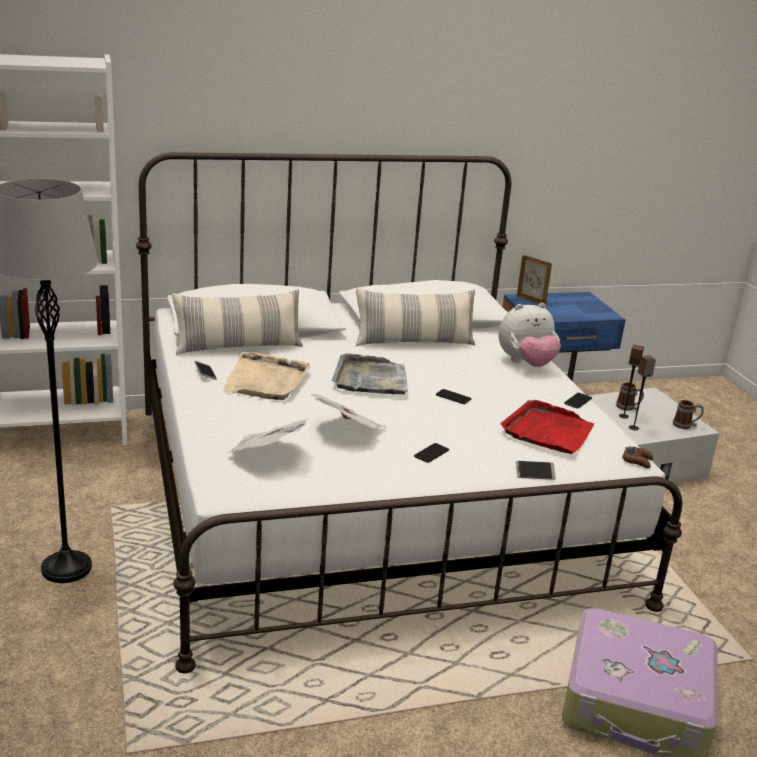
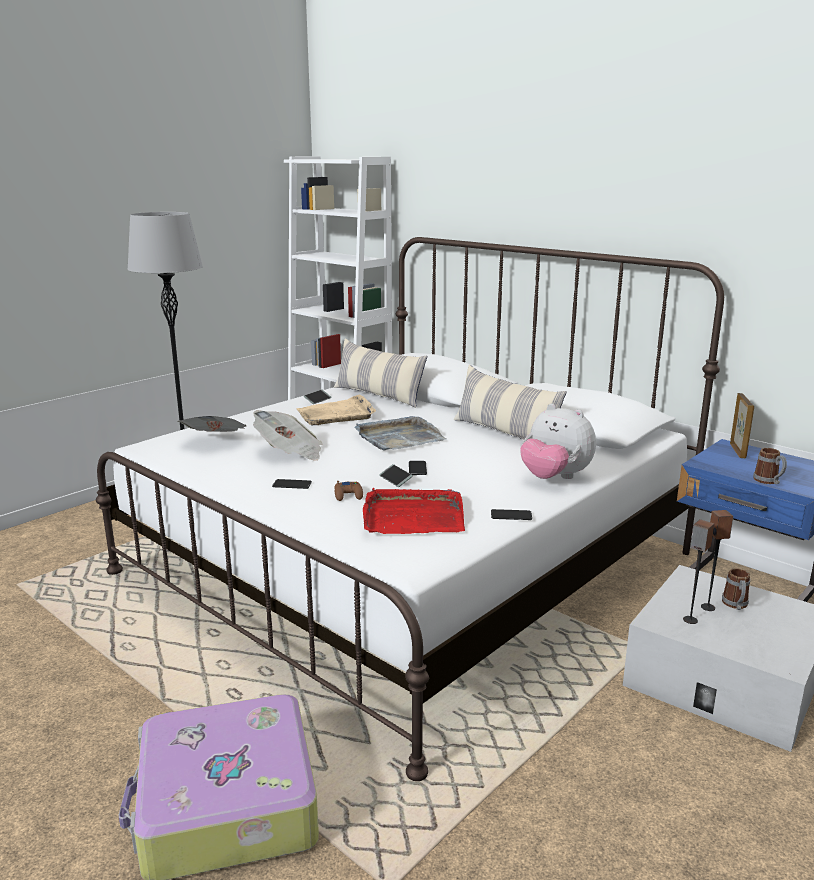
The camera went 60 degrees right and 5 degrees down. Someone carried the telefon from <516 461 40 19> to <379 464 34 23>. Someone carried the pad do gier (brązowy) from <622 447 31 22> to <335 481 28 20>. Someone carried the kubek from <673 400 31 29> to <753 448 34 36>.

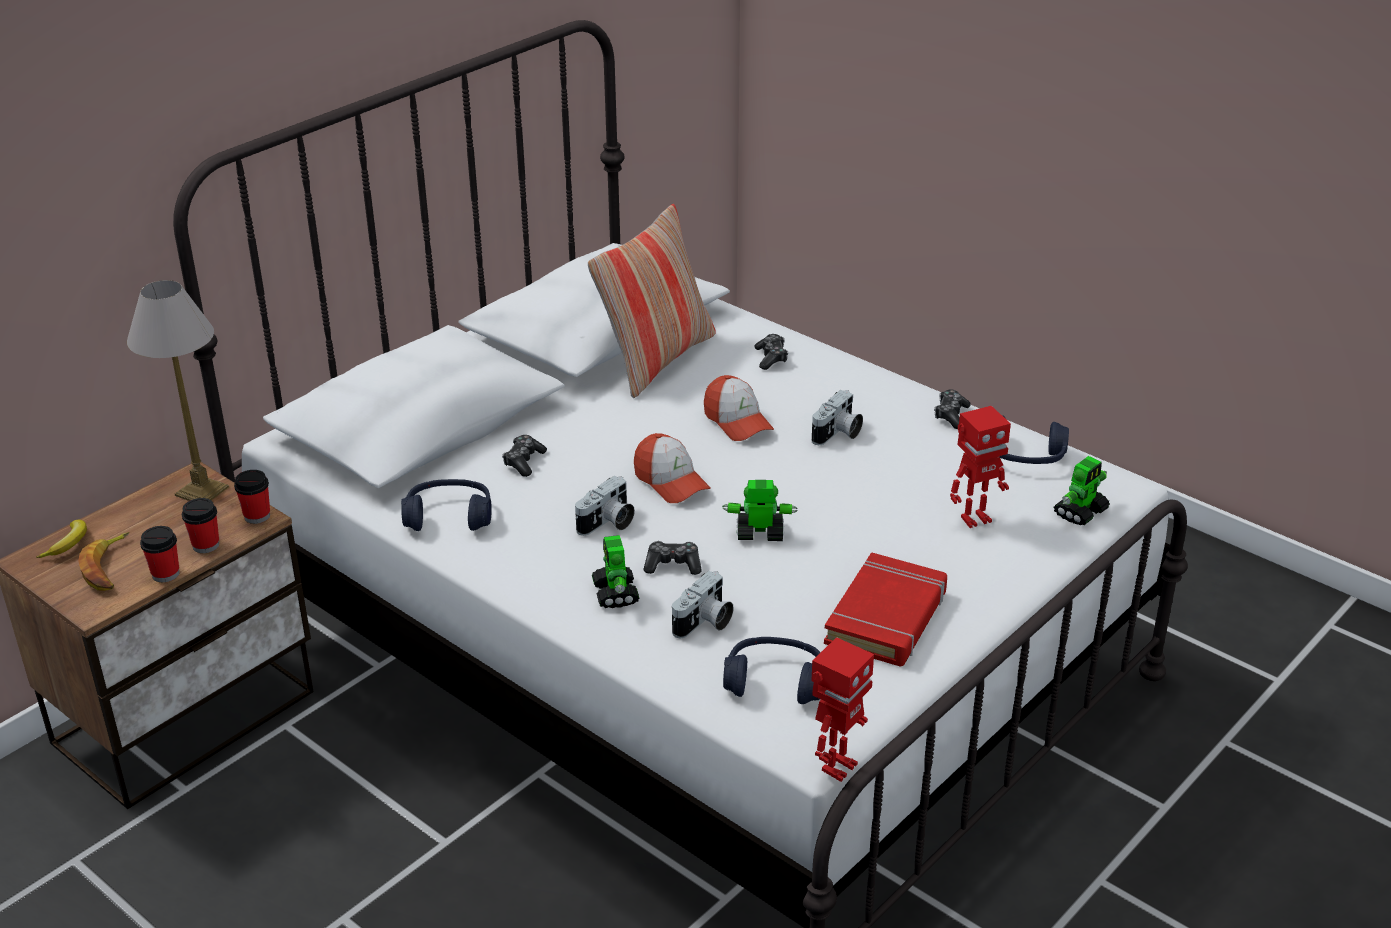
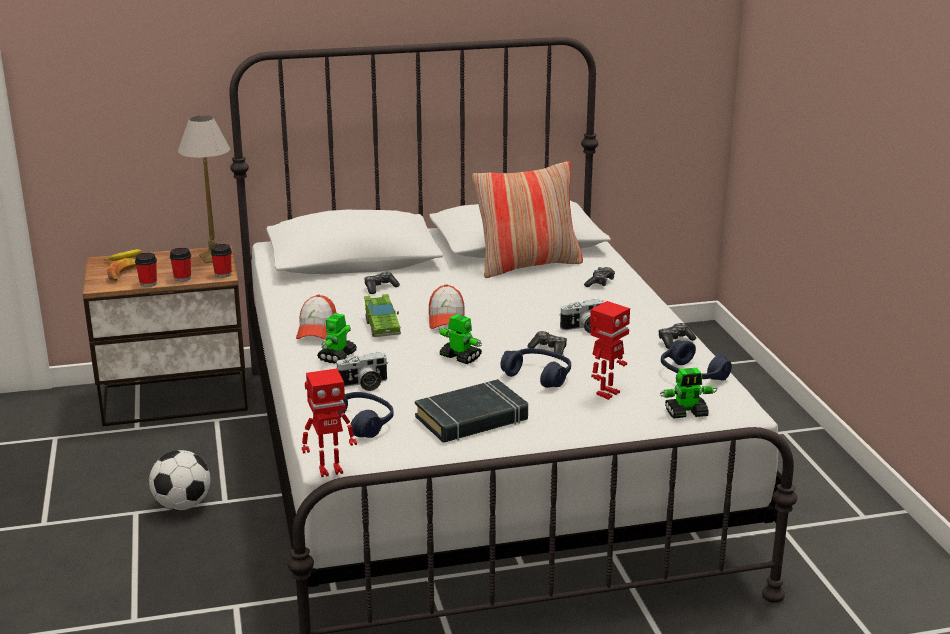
The camera went 35 degrees right and 10 degrees down. Someone put down the piłka futbolowa at <149 450 62 61>. Someone carried the słuchawki (niebieski) from <401 479 91 52> to <500 348 71 40>. Someone carried the pad do gier from <644 541 58 34> to <527 331 40 24>. Someone carried the czapka z daszkiem from <704 375 70 66> to <296 294 41 46>. Someone swapped the aparat fotograficzny at <575 476 60 60> for the samochodzik (zielony) at <364 294 37 43>. Someone repainted the książka (czerwony) at <824 552 123 115>, which became the książka (czarny) at <415 379 113 64>. Someone rotated the robot zabawkowy at <950 406 61 122> by 60 degrees counterclockwise.

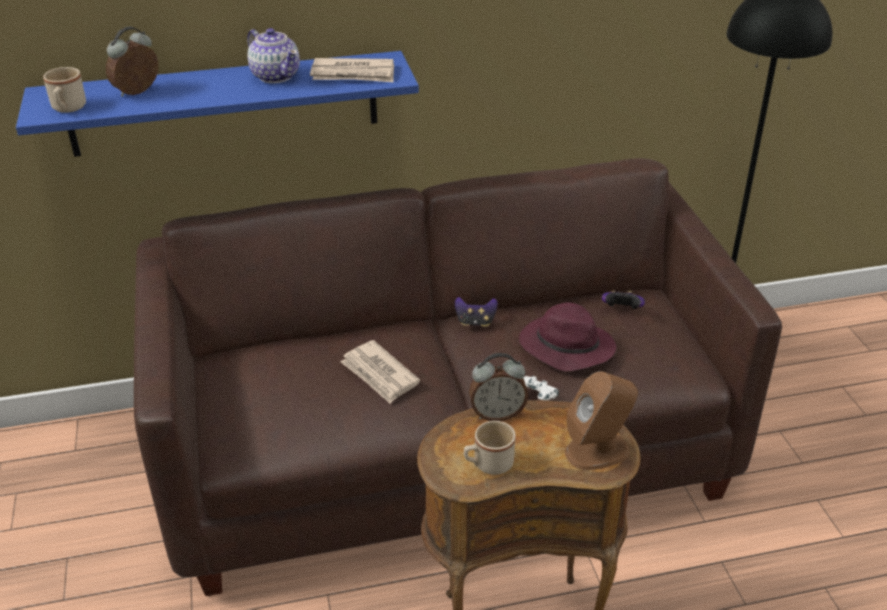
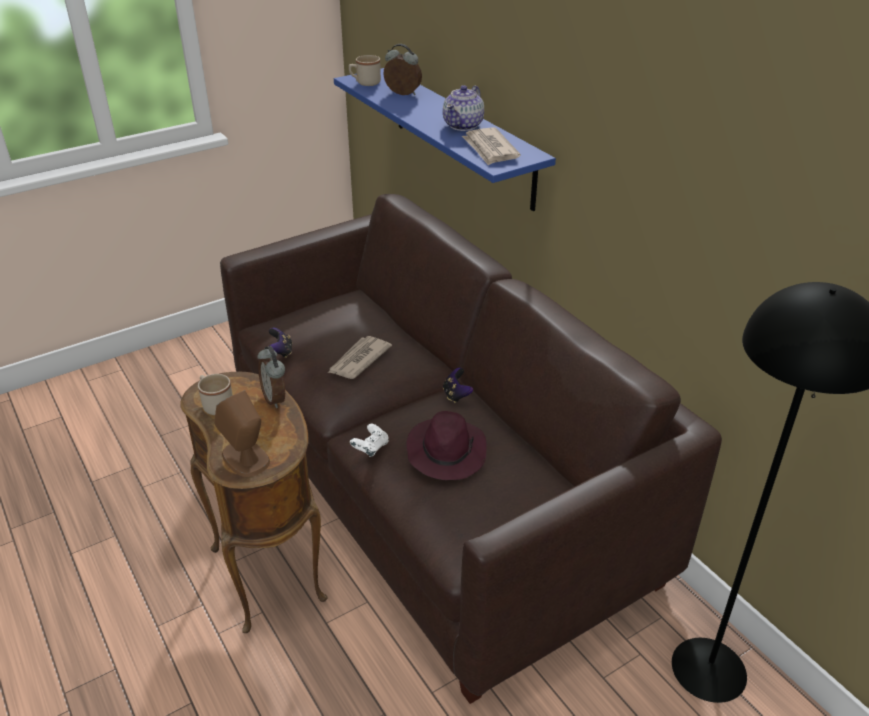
The camera went 70 degrees right and 0 degrees up. Someone carried the pad do gier from <602 291 43 18> to <269 328 23 30>.

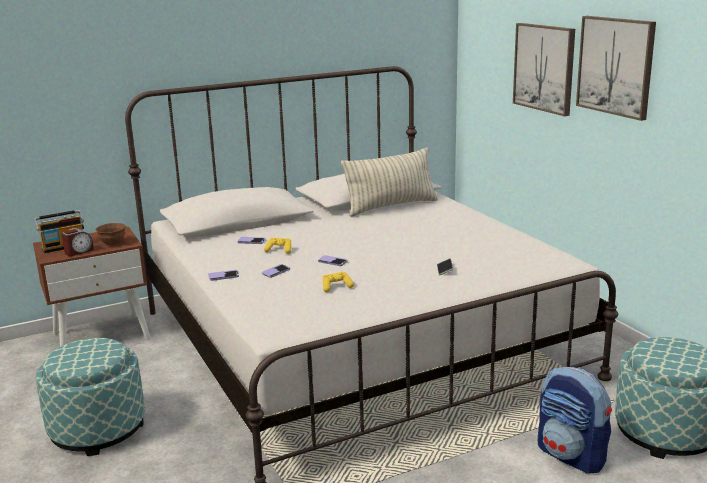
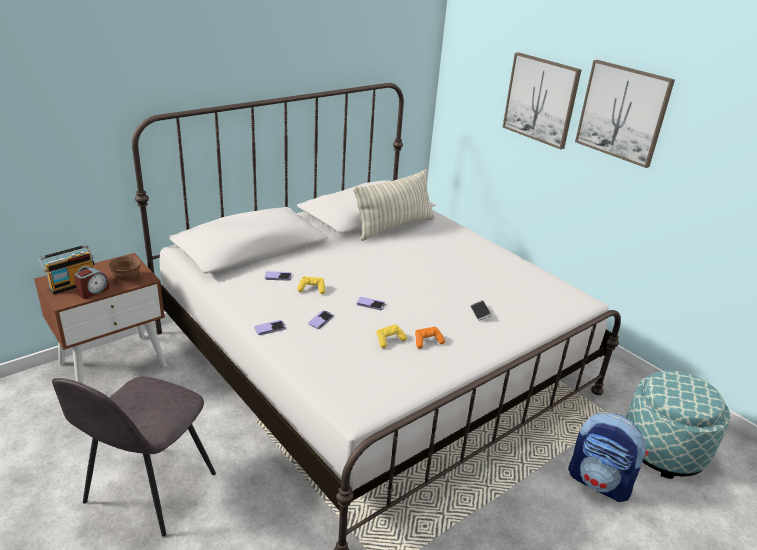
The camera went 15 degrees left and 10 degrees up. Someone put down the pad do gier (pomarańczowy) at <415 327 30 22>. Someone swapped the pufa at <36 338 109 118> for the krzesło (szary) at <52 376 164 161>.

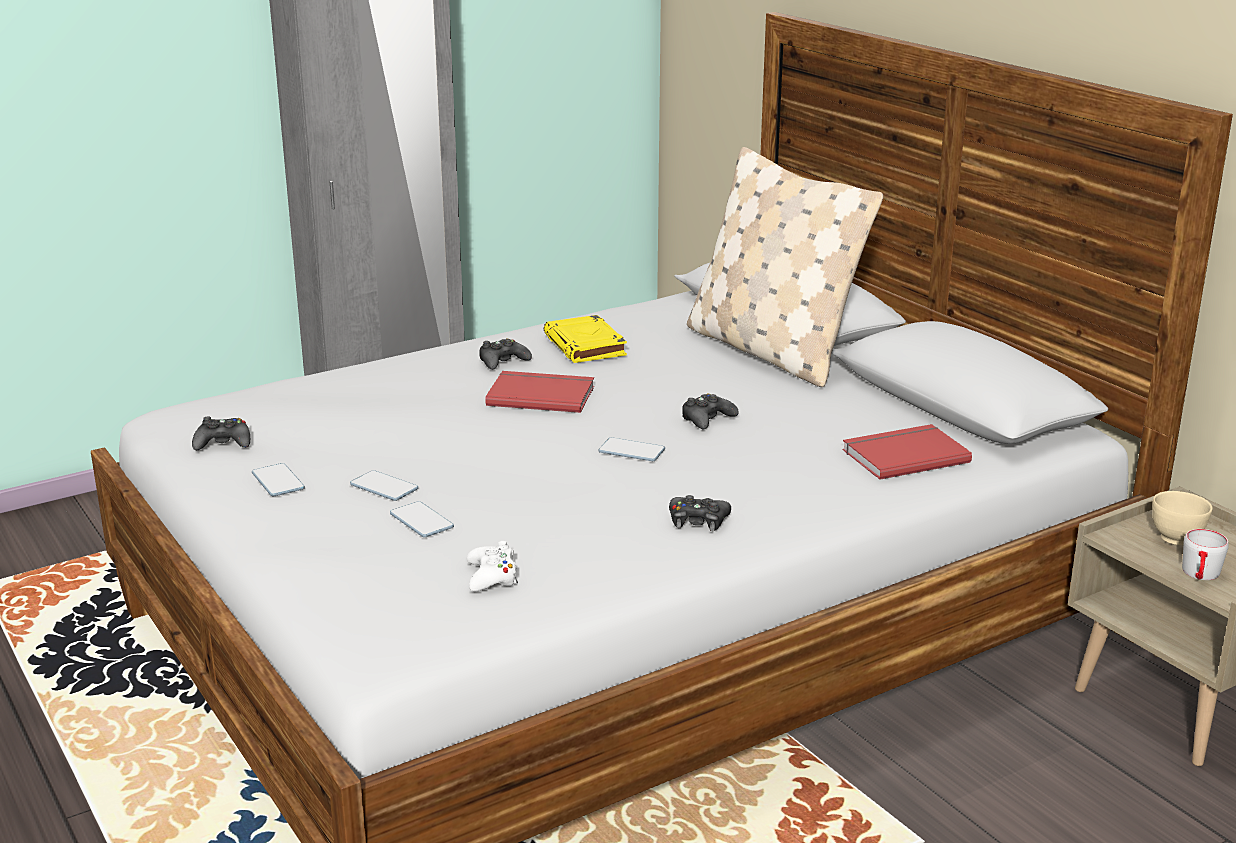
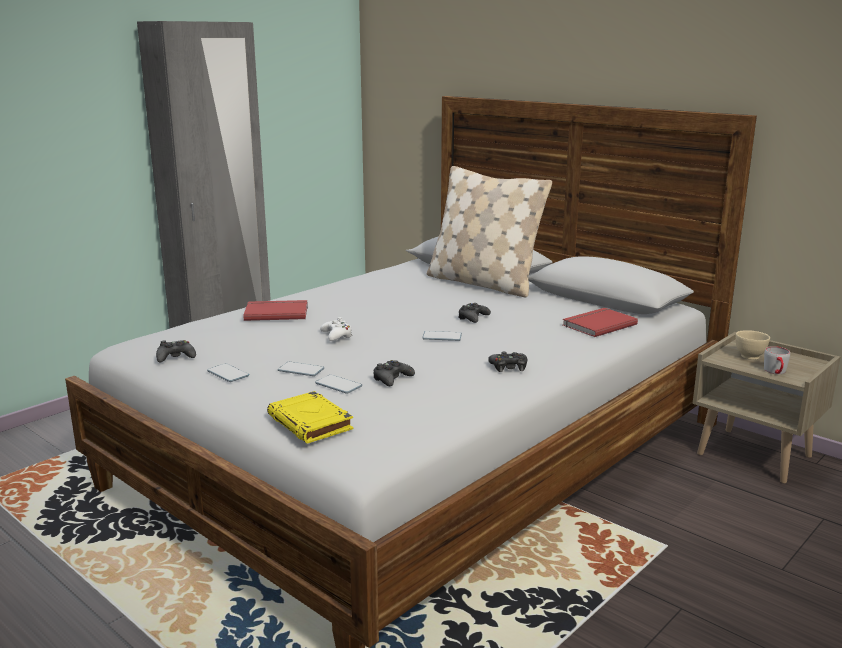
The camera went 15 degrees left and 5 degrees down. Someone carried the pad do gier (biały) from <467 541 51 50> to <320 317 32 24>. Someone carried the pad do gier (czarny) from <479 338 53 32> to <373 360 42 26>. Someone carried the książka (czerwony) from <485 371 109 42> to <243 300 65 21>. Someone carried the książka (żółty) from <544 315 83 48> to <267 391 86 53>.

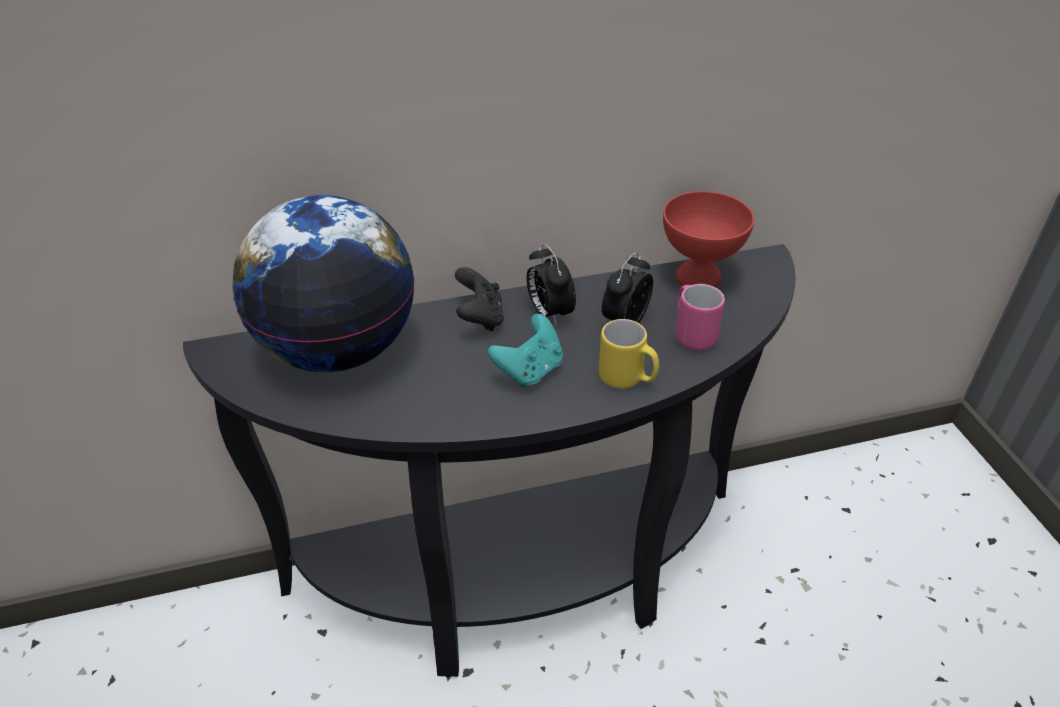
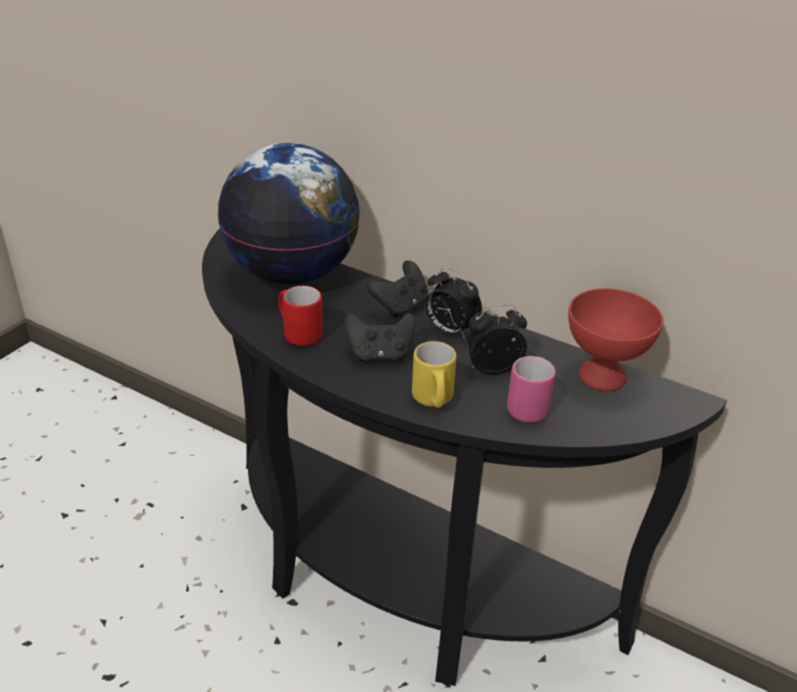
The camera went 45 degrees right and 5 degrees down. Someone put down the kubek (czerwony) at <278 286 45 60>. Someone repainted the pad do gier (turkusowy) at <488 314 75 74>, which became the pad do gier (czarny) at <344 313 72 48>. Someone rotated the budzik at <526 243 50 83> by 75 degrees counterclockwise.

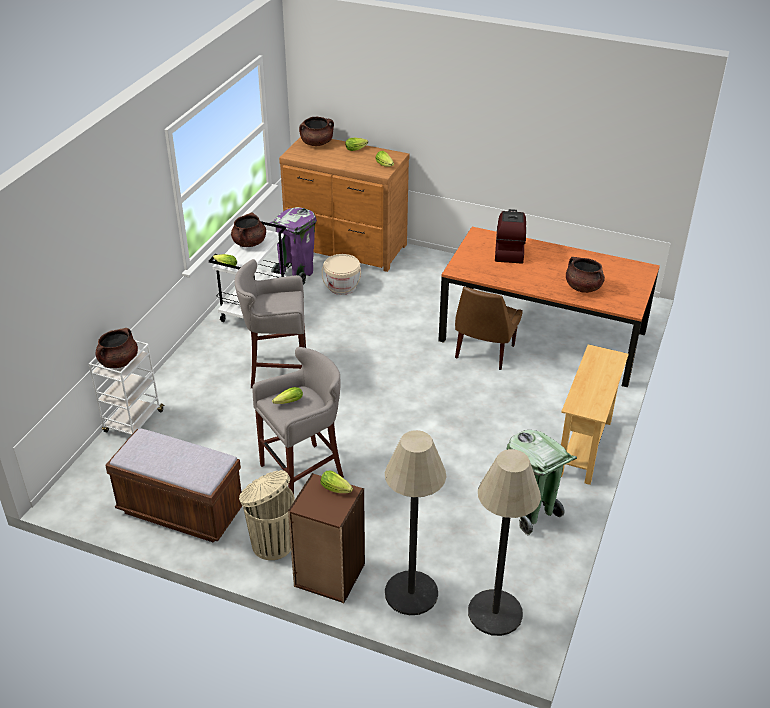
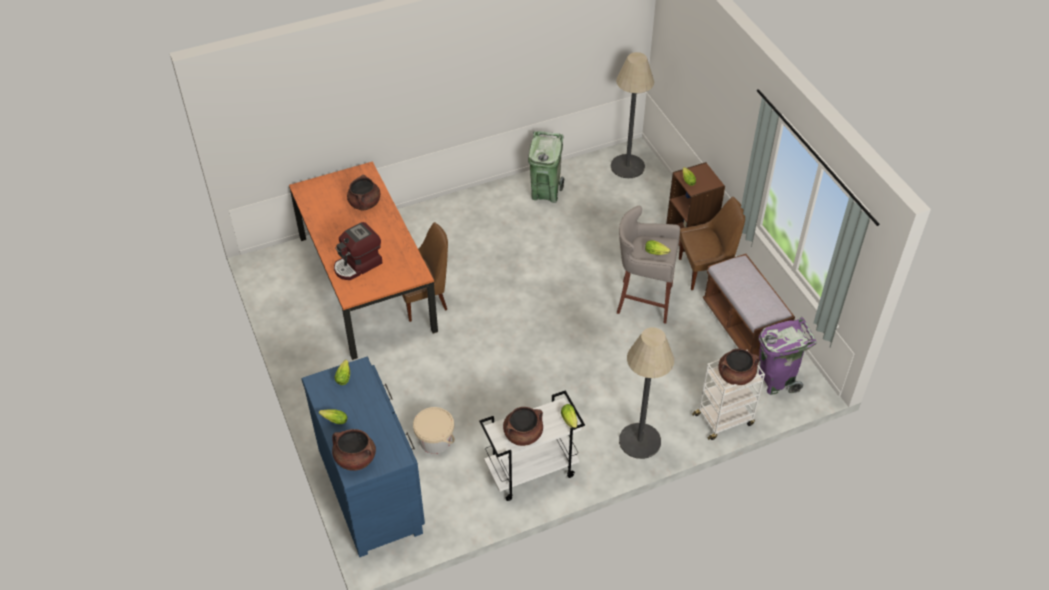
The camera went 135 degrees left and 10 degrees up. Someone took away the stołek (szary) at <235 259 71 129>. Someone took away the stolik konsolowy (beżowy) at <561 344 68 141>. Someone carried the kosz na śmieci (fioletowy) from <269 207 48 78> to <759 317 57 78>. Someone carried the lampa stojąca from <385 430 61 185> to <619 327 55 132>. Someone swapped the kosz na śmieci (beżowy) at <239 470 56 90> for the krzesło (brązowy) at <679 197 66 93>. Someone repainted the komoda (brązowy) at <279 137 130 135>, which became the komoda (niebieski) at <301 357 124 200>.

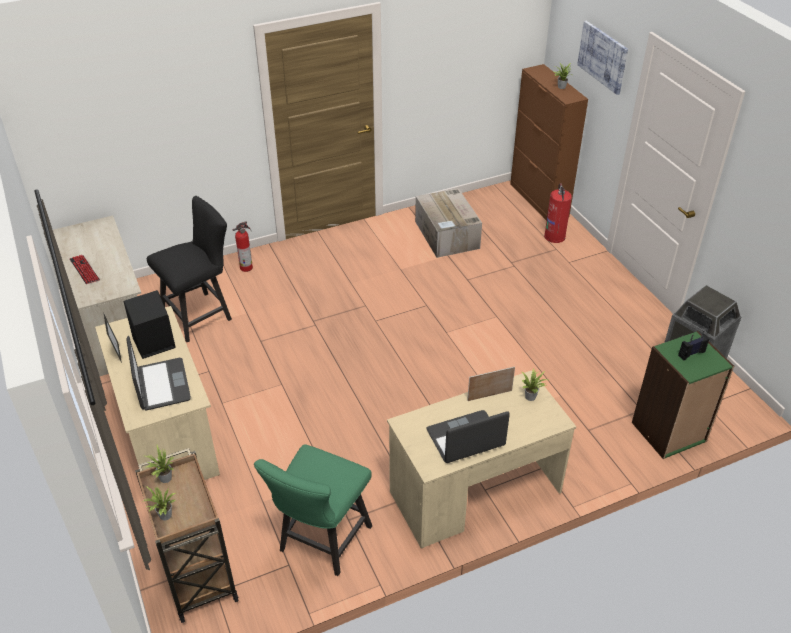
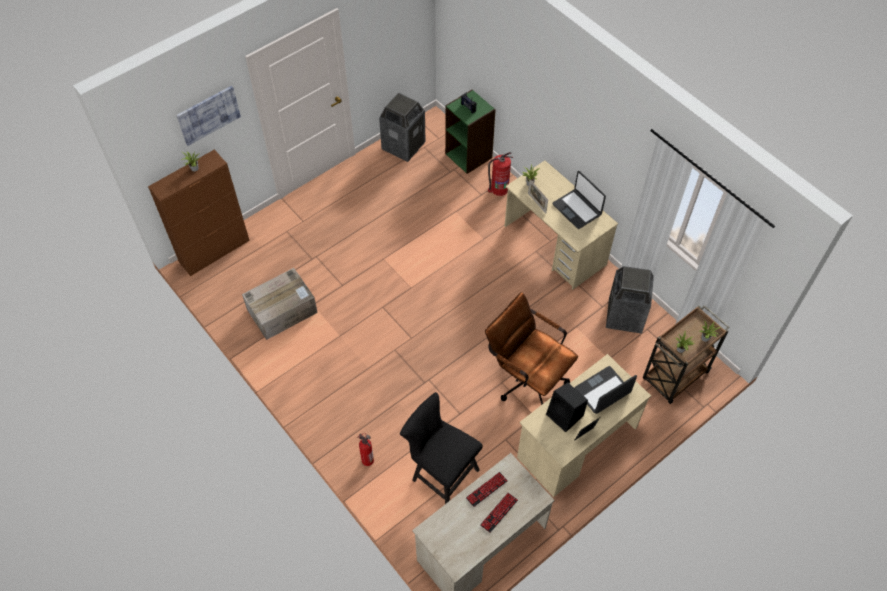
The camera went 105 degrees left and 15 degrees up. Someone put down the klawiatura at <466 472 42 35>. Someone put down the krzesło biurowe (brązowy) at <485 292 93 113>. Someone carried the gaśnica from <544 183 28 60> to <488 152 25 44>. Someone swapped the krzesło (zielony) at <254 444 118 132> for the kosz na śmieci at <606 266 48 67>.

